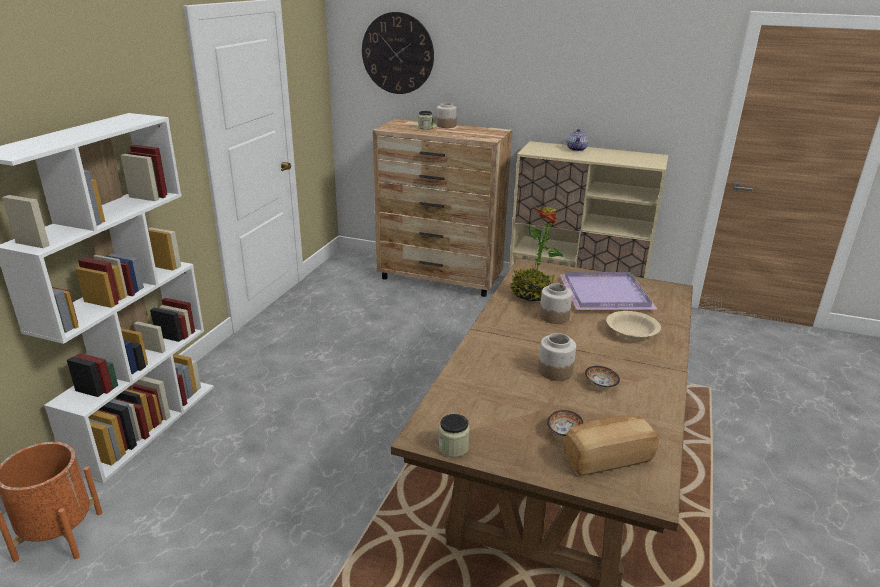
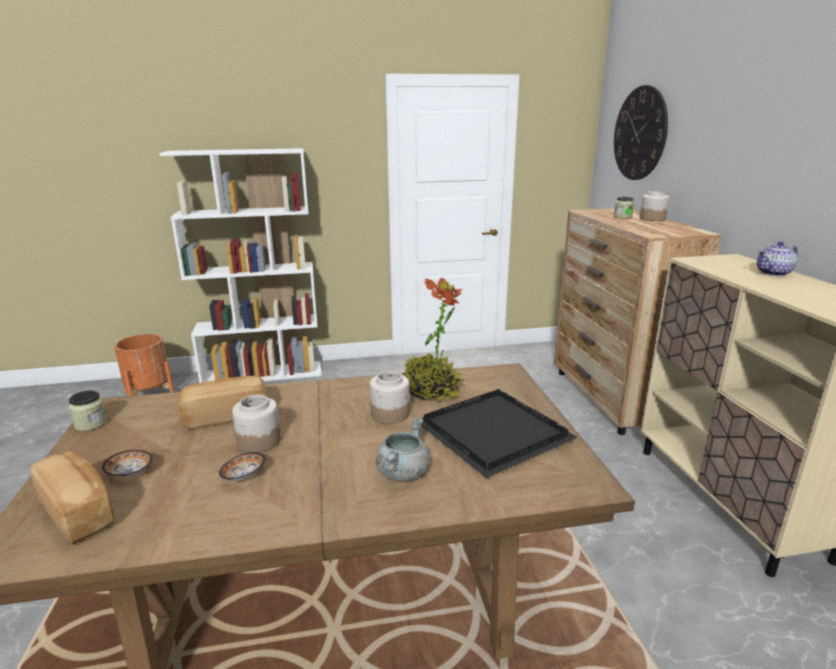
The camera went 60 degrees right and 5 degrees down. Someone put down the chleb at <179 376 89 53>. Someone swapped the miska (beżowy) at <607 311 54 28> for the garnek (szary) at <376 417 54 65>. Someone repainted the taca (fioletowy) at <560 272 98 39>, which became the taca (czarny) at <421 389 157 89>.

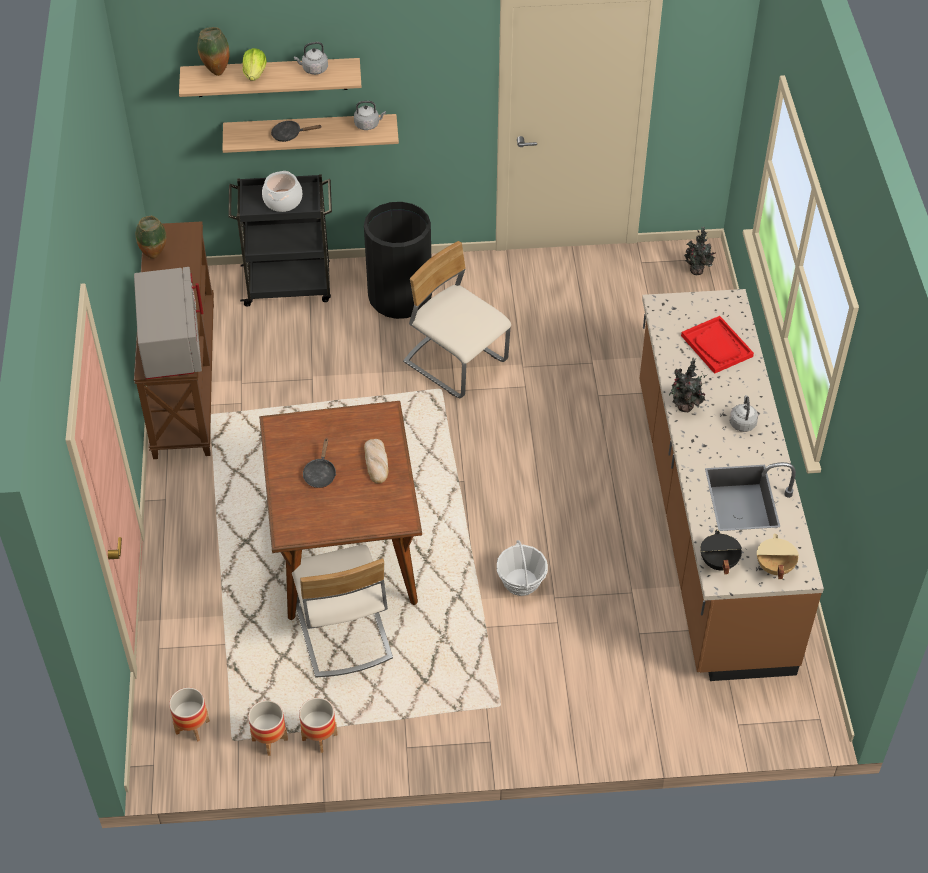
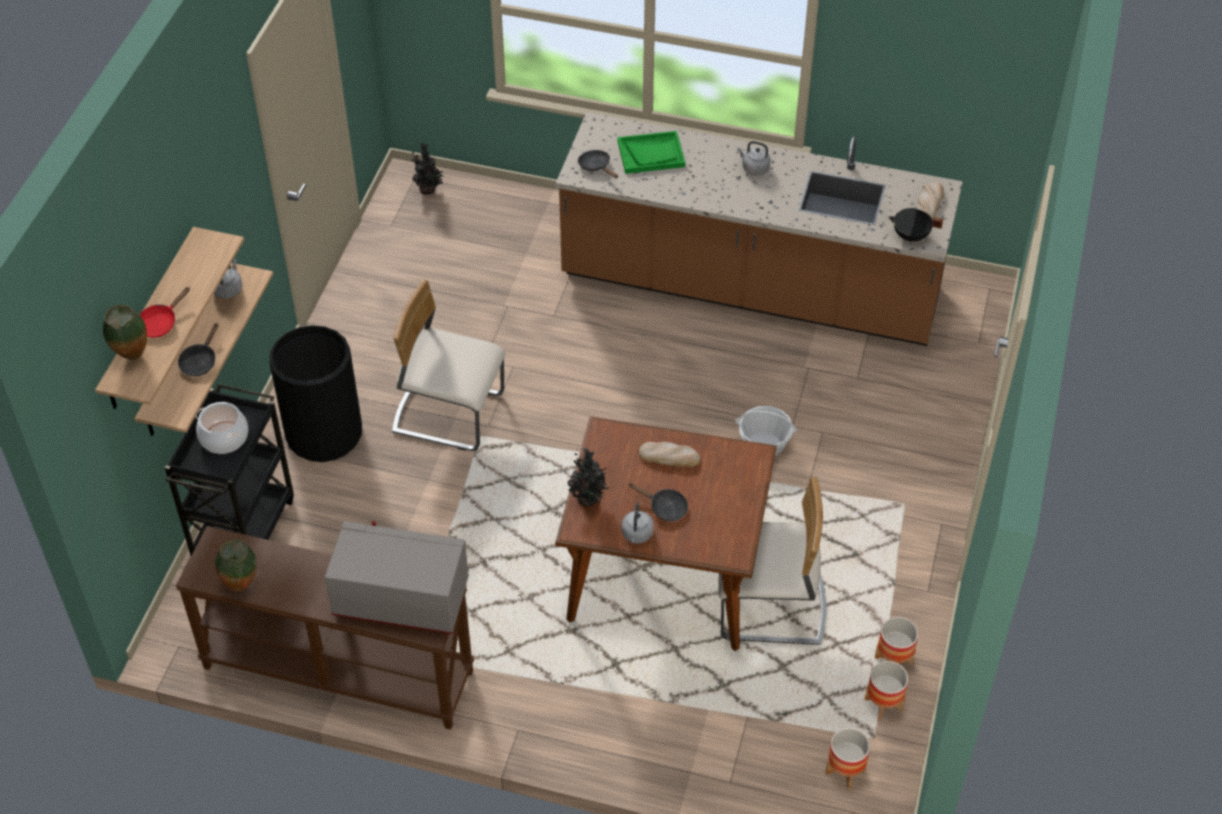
The camera went 70 degrees left and 0 degrees up. Someone put down the patelnia (czarny) at <578 150 40 28>. Someone carried the czajnik (szary) from <294 42 34 33> to <622 503 32 40>. Someone carried the roślina doniczkowa from <669 358 38 54> to <568 446 41 61>. Someone swapped the sałata at <243 48 24 33> for the patelnia (czerwony) at <139 287 51 51>. Someone swapped the garnek (beżowy) at <757 534 42 45> for the chleb at <916 182 28 38>. Someone repainted the taca (czerwony) at <681 316 73 58>, which became the taca (zielony) at <618 131 67 43>. Someone rotated the krzesło (beżowy) at <403 241 108 157> by 45 degrees clockwise.

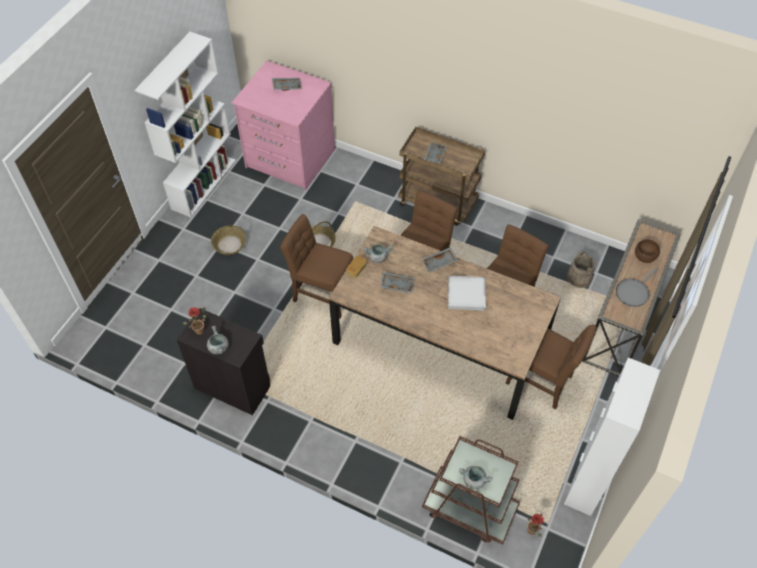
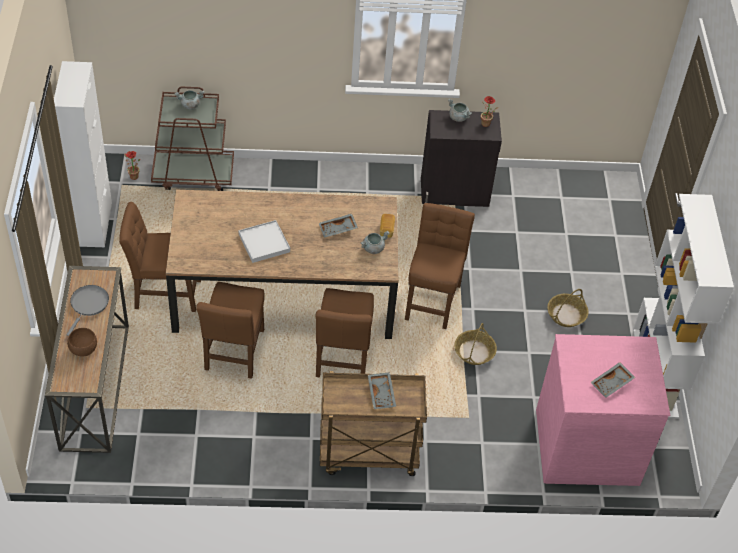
The camera went 150 degrees right and 5 degrees down. Someone took away the taca (szary) at <422 247 36 26>. Someone took away the wiadro (beżowy) at <567 252 28 36>. Someone rotated the krzesło (brązowy) at <280 214 73 105> by 75 degrees counterclockwise.

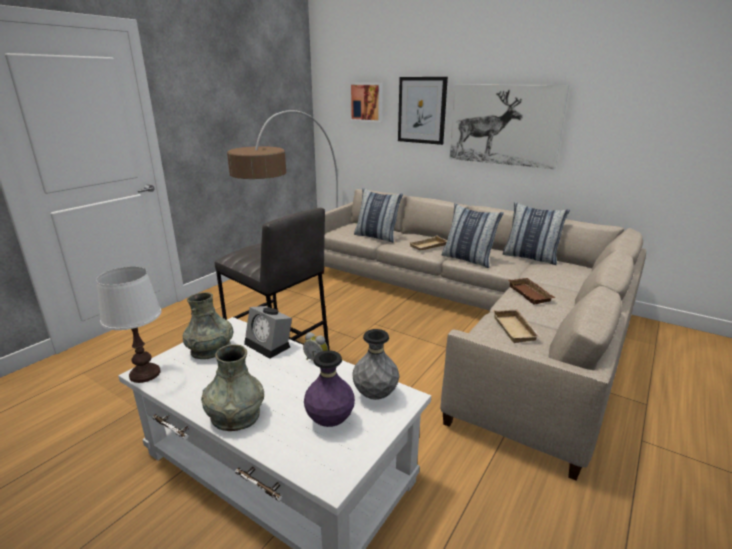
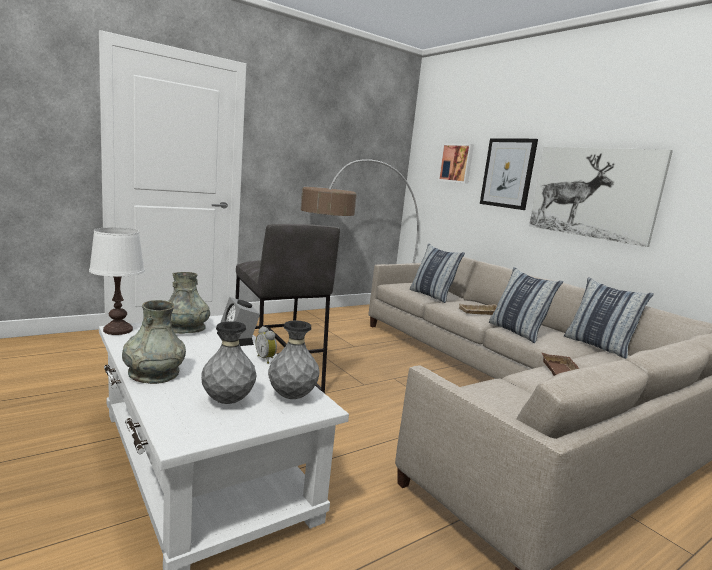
The camera went 20 degrees right and 10 degrees down. Someone took away the taca (beżowy) at <492 309 49 34>. Someone repainted the wazon (fioletowy) at <304 350 51 77>, which became the wazon (szary) at <201 321 56 83>.

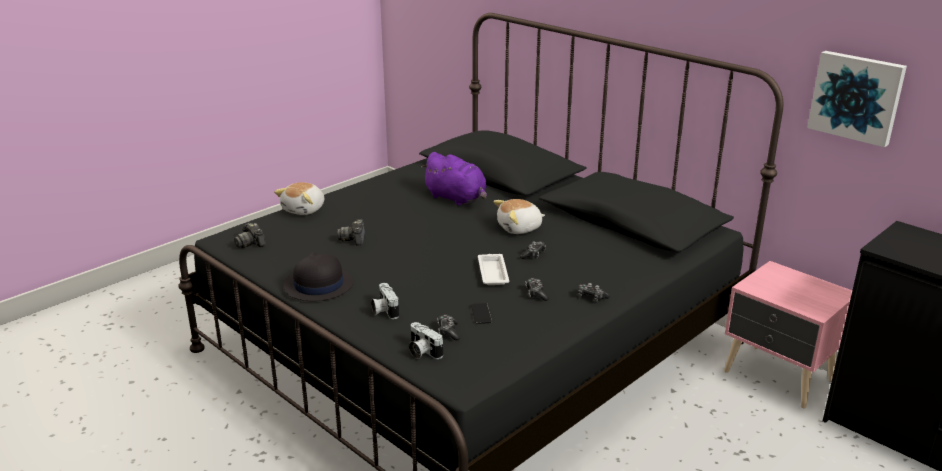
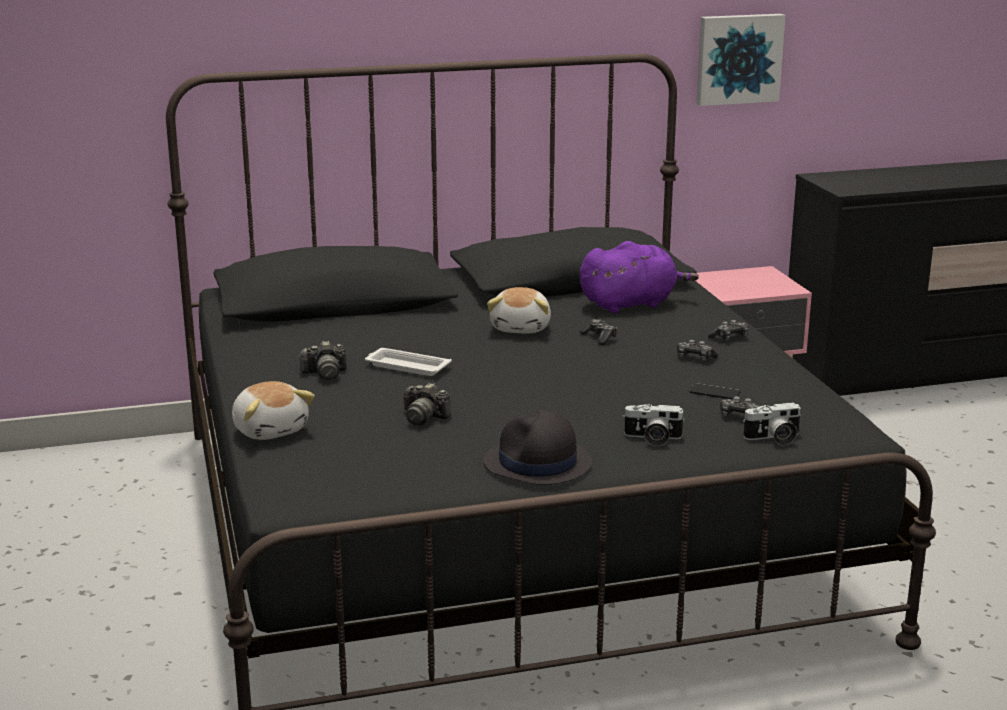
The camera went 60 degrees left and 5 degrees down. Someone carried the aparat fotograficzny from <234 223 32 25> to <298 341 49 39>. Someone carried the pluszak (fioletowy) from <421 152 66 54> to <580 241 119 72>. Someone carried the taca (biały) from <478 254 31 31> to <365 348 87 28>.

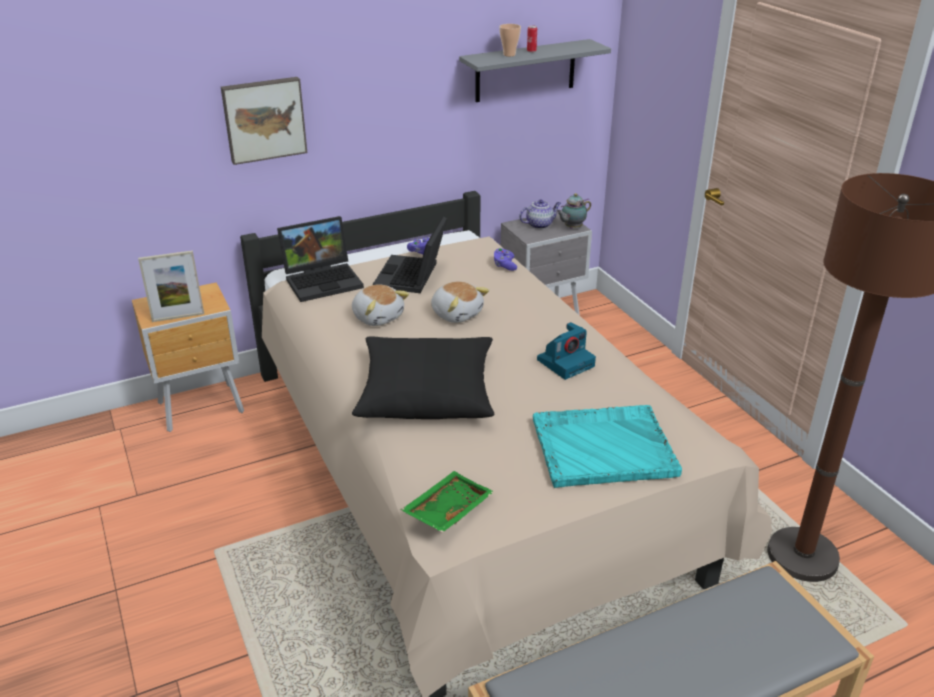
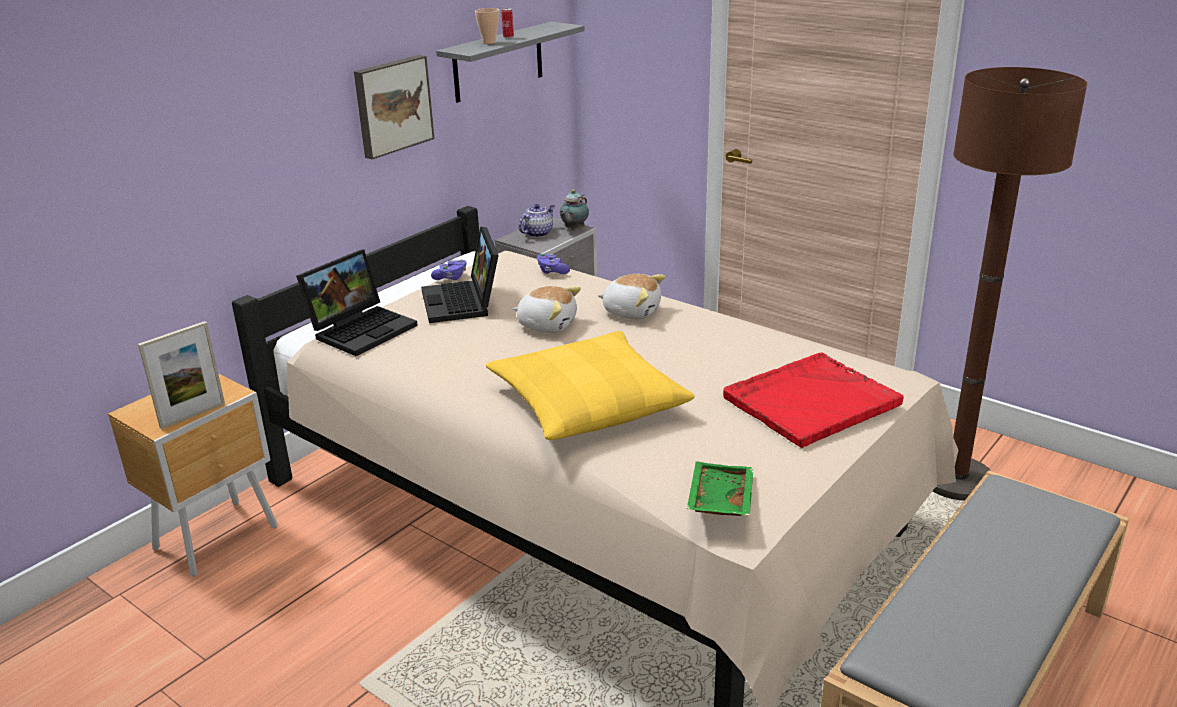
The camera went 25 degrees left and 5 degrees down. Someone took away the aparat fotograficzny at <537 322 59 58>. Someone carried the obraz from <221 77 86 88> to <354 55 81 104>. Someone carried the pluszak from <352 284 57 42> to <598 274 67 45>. Someone repainted the poduszka (czarny) at <352 336 142 83>, which became the poduszka (żółty) at <486 331 209 109>. Someone repainted the taca (turkusowy) at <533 405 149 83>, which became the taca (czerwony) at <723 352 181 96>.

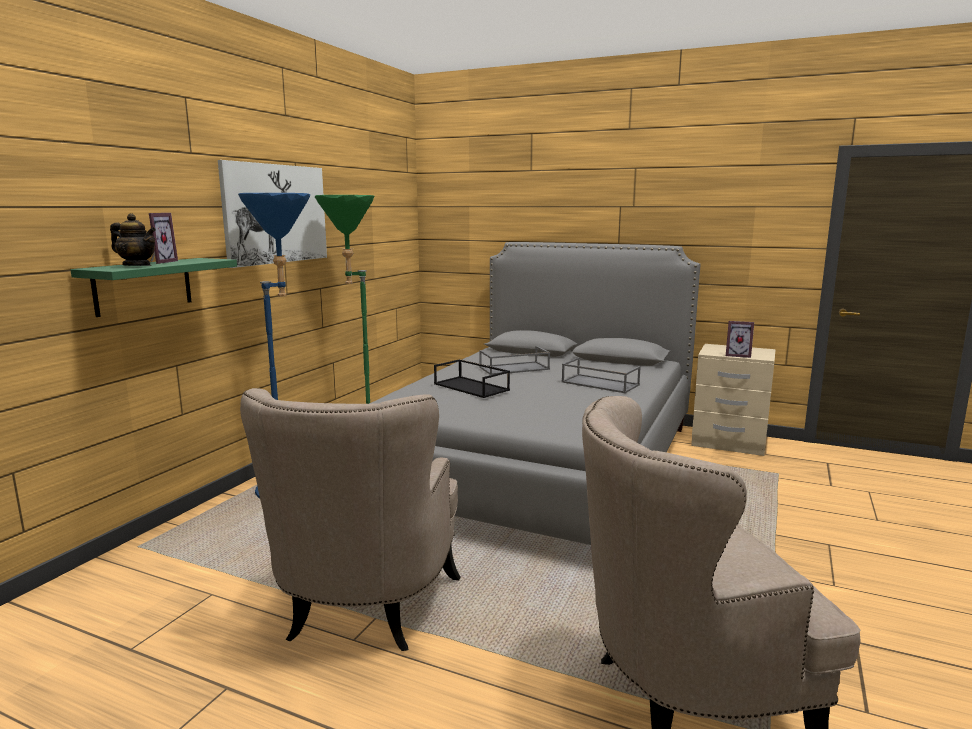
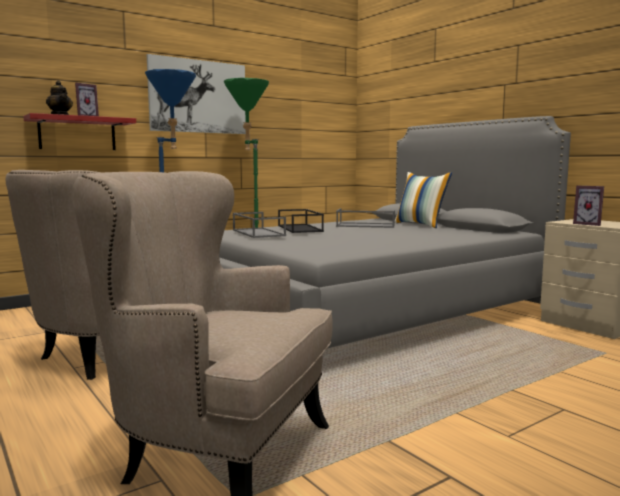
The camera went 30 degrees right and 5 degrees down. Someone put down the poduszka at <395 172 57 56>. Someone carried the taca (szary) from <561 357 80 36> to <233 212 53 26>. Someone repainted the półka (zielony) at <71 258 166 59>, which became the półka (czerwony) at <23 113 113 37>.

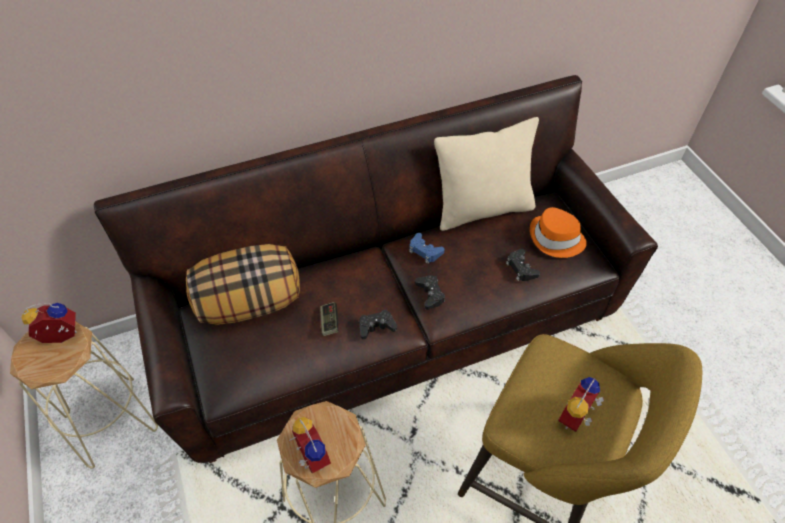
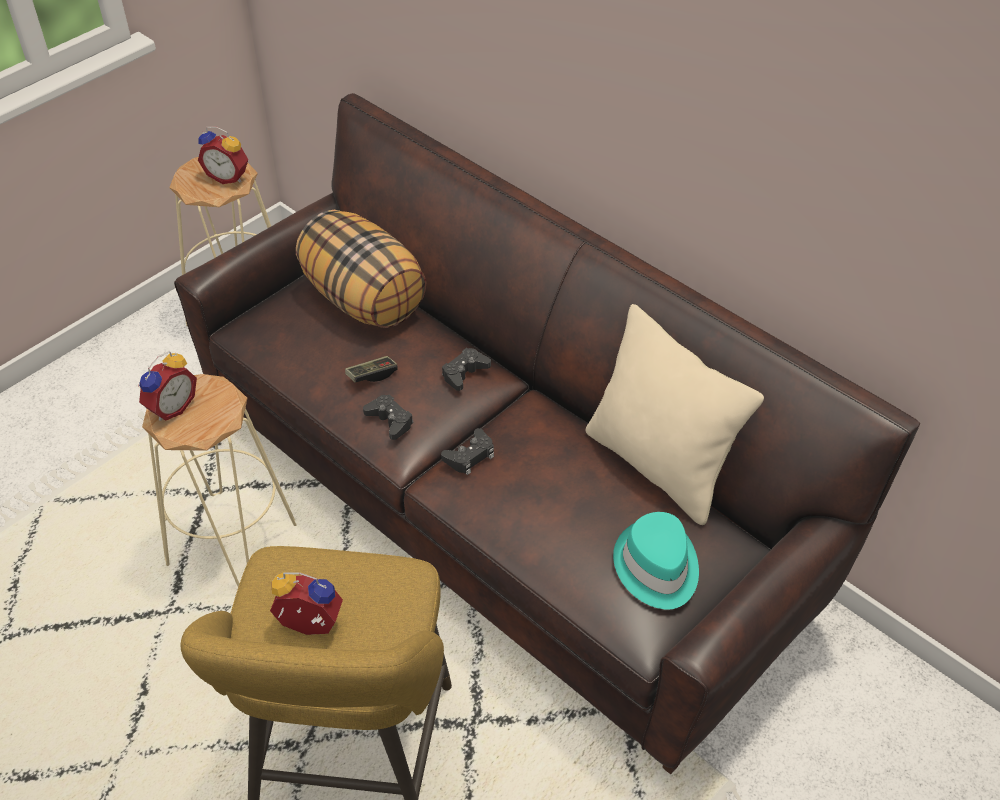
The camera went 65 degrees right and 5 degrees down. Someone took away the pad do gier (niebieski) at <409 233 36 31>. Someone carried the pad do gier (czarny) from <506 249 34 32> to <442 348 49 43>. Someone repainted the kapelusz (pomarańczowy) at <530 207 57 51>, which became the kapelusz (turkusowy) at <613 512 86 98>. Someone rotated the budzik at <21 303 56 40> by 150 degrees clockwise.

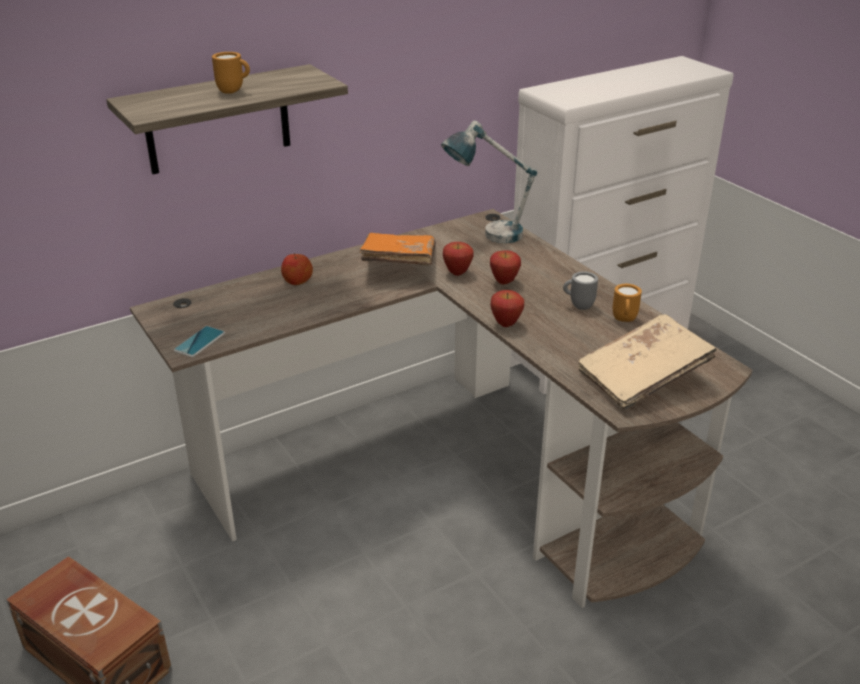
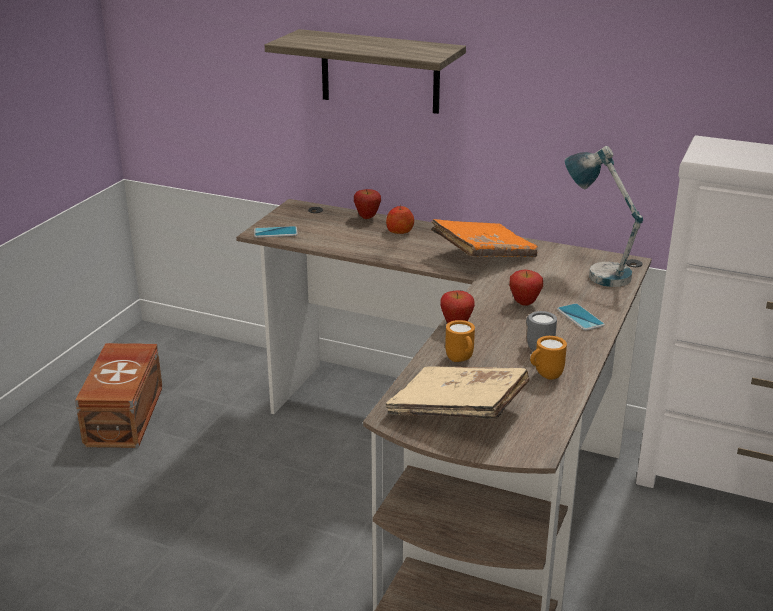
The camera went 55 degrees right and 5 degrees down. Someone put down the telefon at <557 303 48 28>. Someone carried the kubek (pomarańczowy) from <212 52 38 42> to <445 320 30 42>. Someone carried the jabłko from <443 242 31 34> to <354 189 27 30>.

